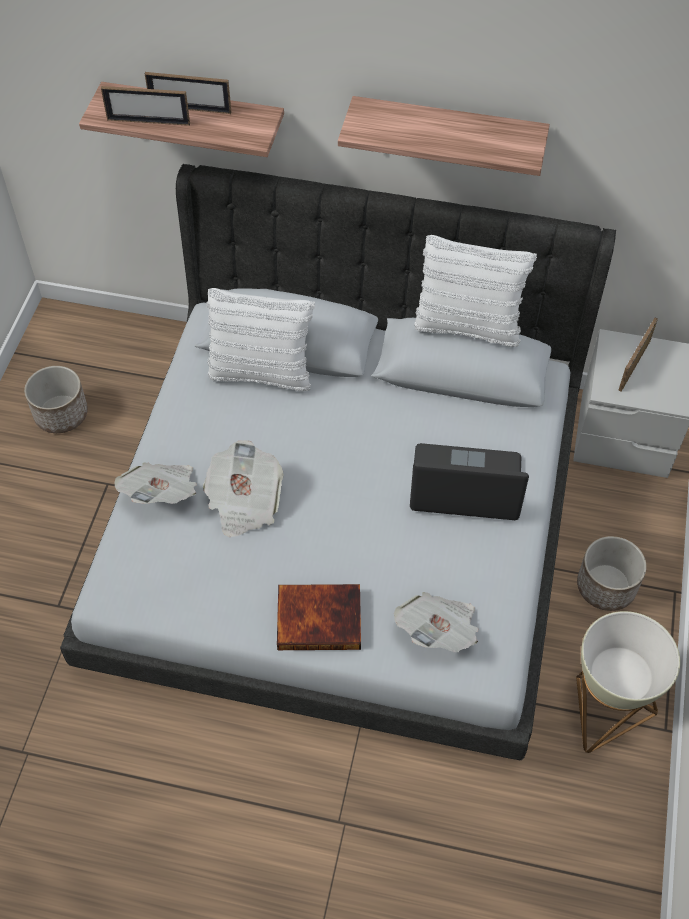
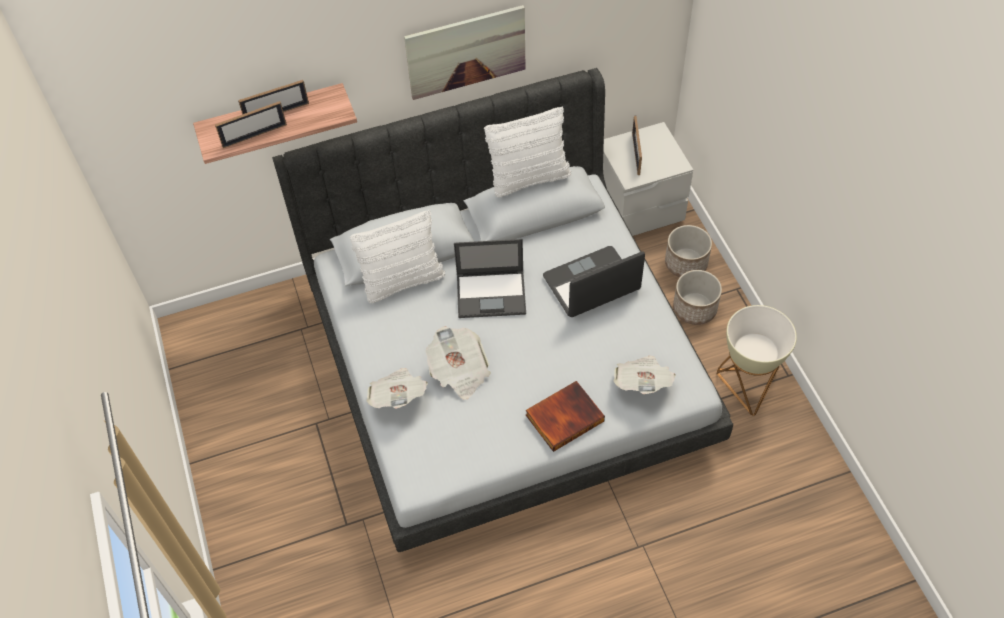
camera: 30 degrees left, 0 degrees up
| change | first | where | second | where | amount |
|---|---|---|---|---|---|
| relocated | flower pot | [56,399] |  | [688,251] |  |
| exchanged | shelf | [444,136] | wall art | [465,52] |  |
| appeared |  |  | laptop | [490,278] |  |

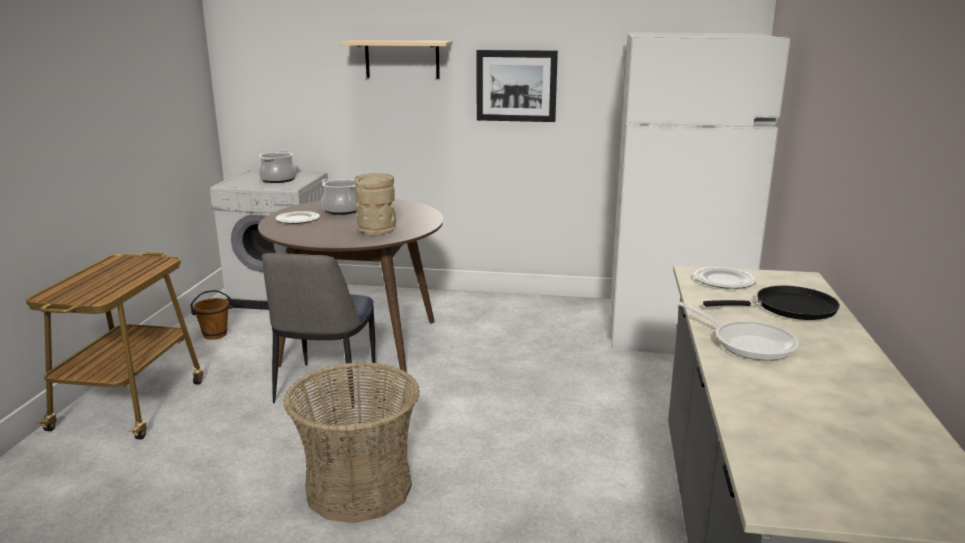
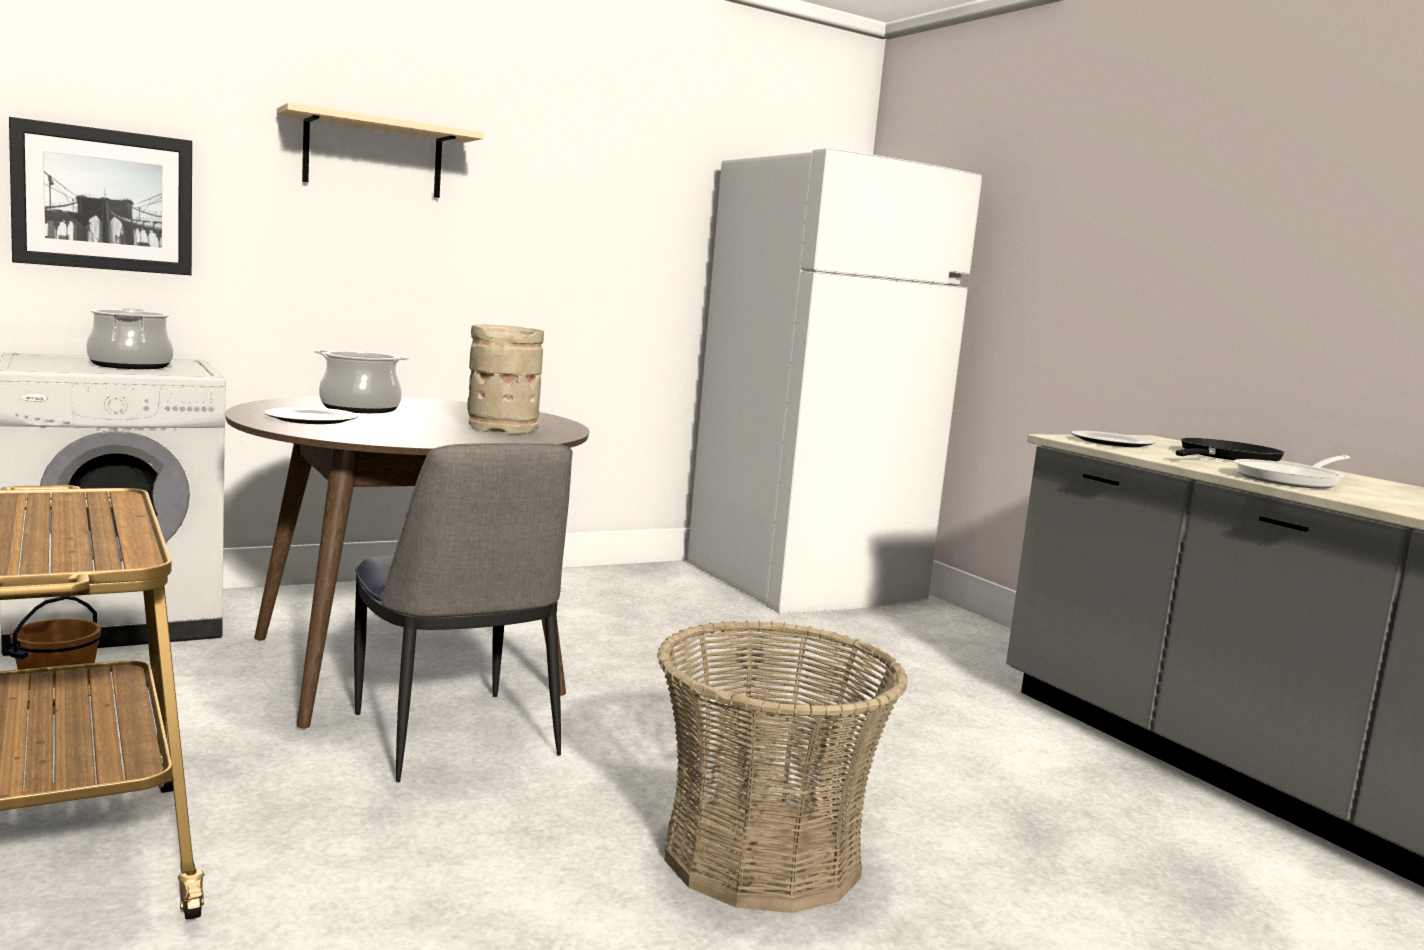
camera: 40 degrees left, 10 degrees down
| change | first | where | second | where | amount |
|---|---|---|---|---|---|
| relocated | wall art | [517,86] |  | [100,196] |  |
| spun | pan | [738,331] |  | [1292,472] | 135 degrees clockwise |

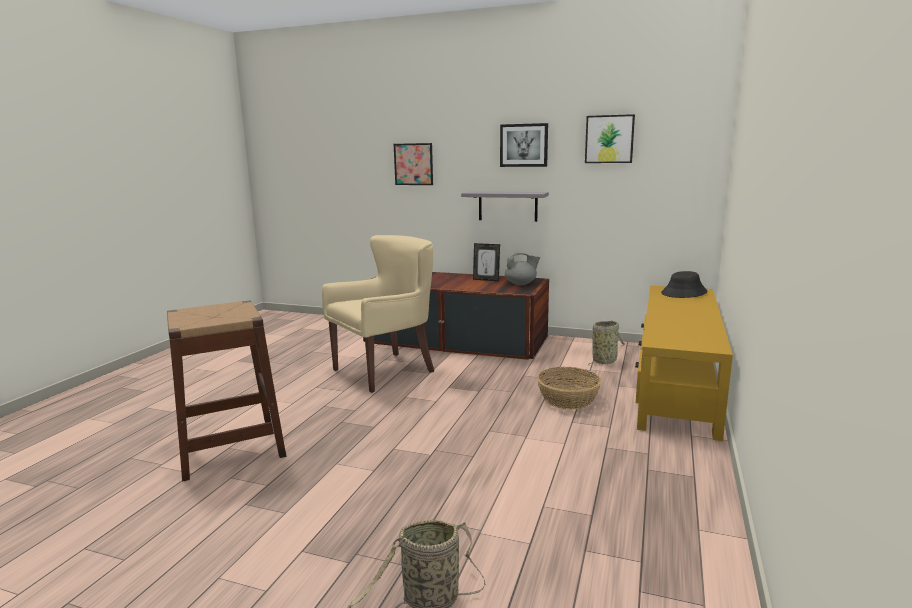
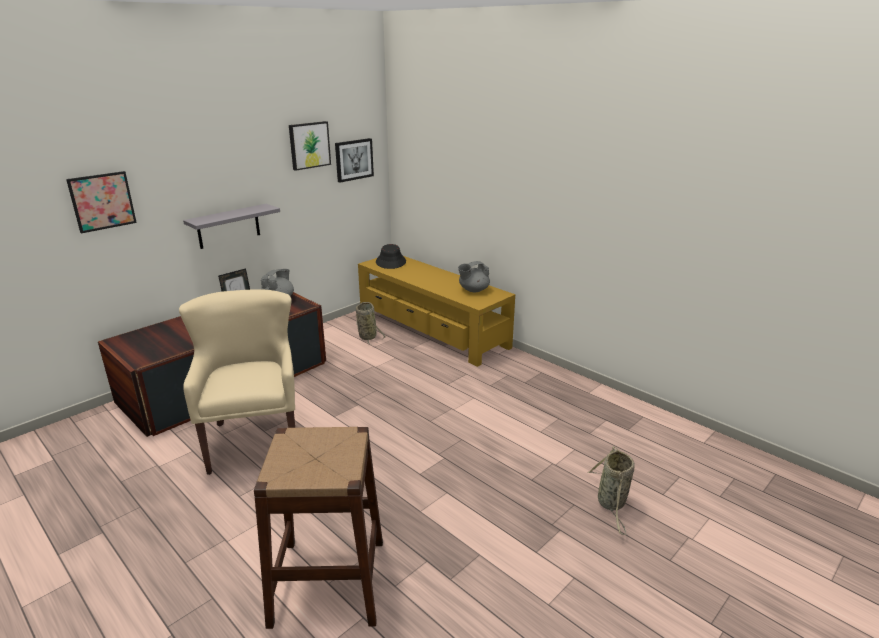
camera: 65 degrees left, 10 degrees up
| change | first | where | second | where | amount |
|---|---|---|---|---|---|
| relocated | wall art | [524,145] |  | [354,160] |  |
| missing | household basket | [569,388] |  |  |  |
| appeared |  |  | grey tea pot | [474,276] |  |

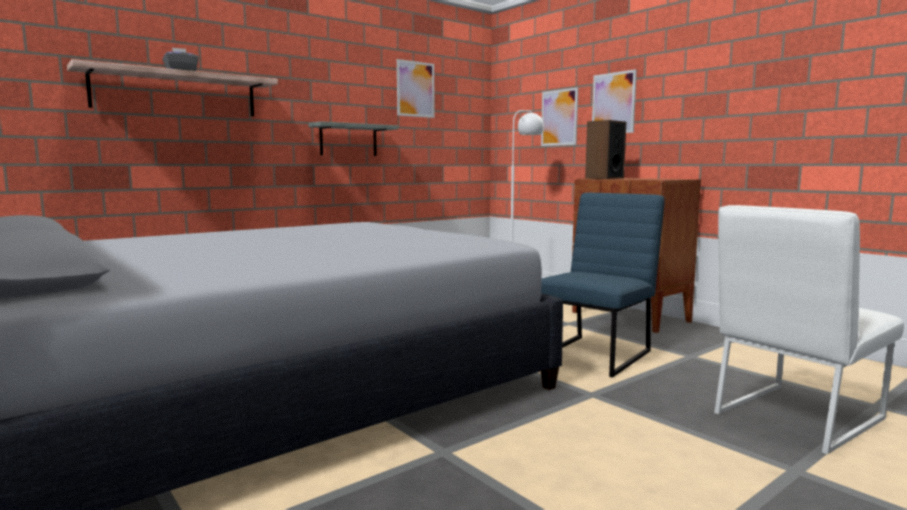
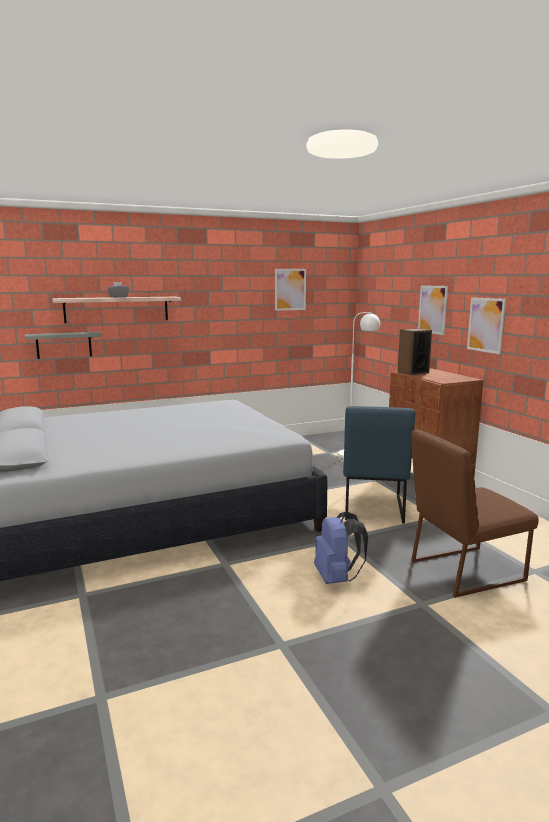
camera: 15 degrees right, 5 degrees up
| change | first | where | second | where | amount |
|---|---|---|---|---|---|
| relocated | grey shelf | [353,138] |  | [63,345] |  |
| relocated | wall art | [559,116] |  | [486,325] |  |
| spun | blue-coloured plain chair | [603,285] |  | [379,464] | 135 degrees clockwise |
| colour | whitish plain chair | [809,329] | brown plain chair | [475,514] |  |
| appeared |  |  | blue-coloured knapsack | [341,547] |  |

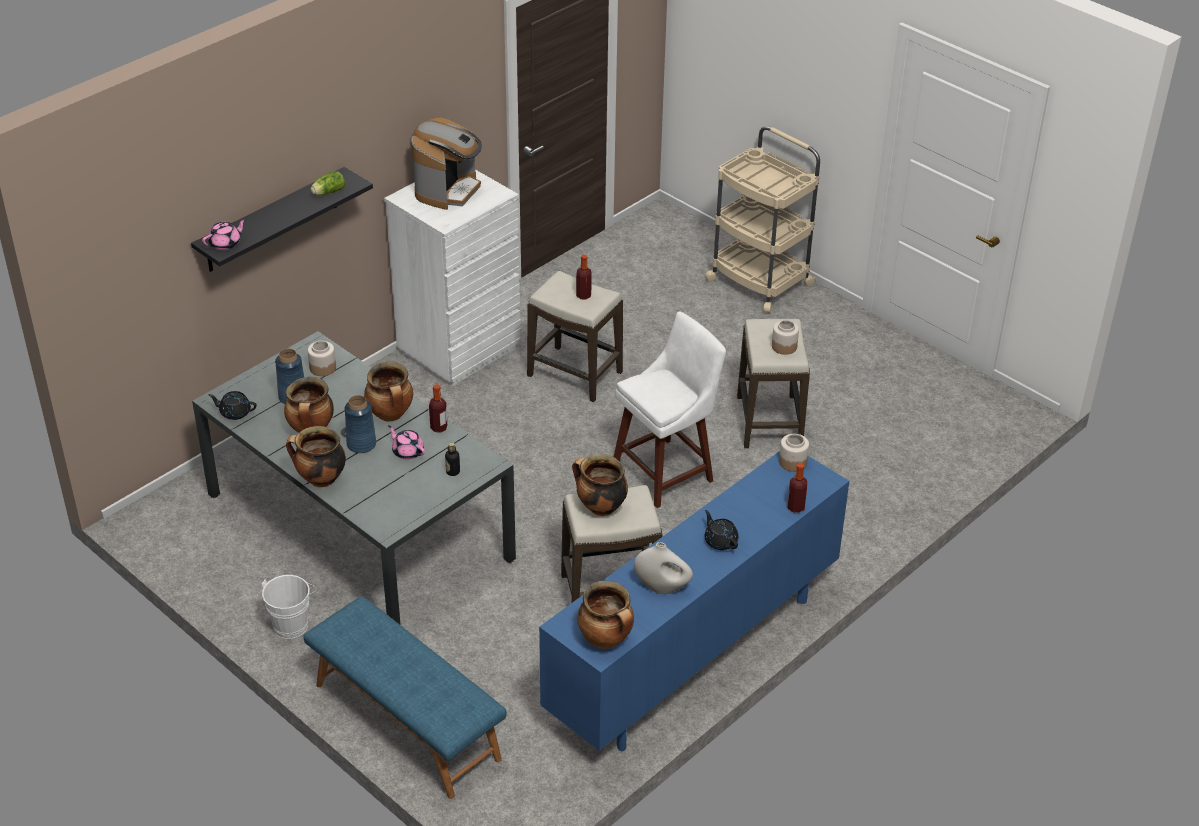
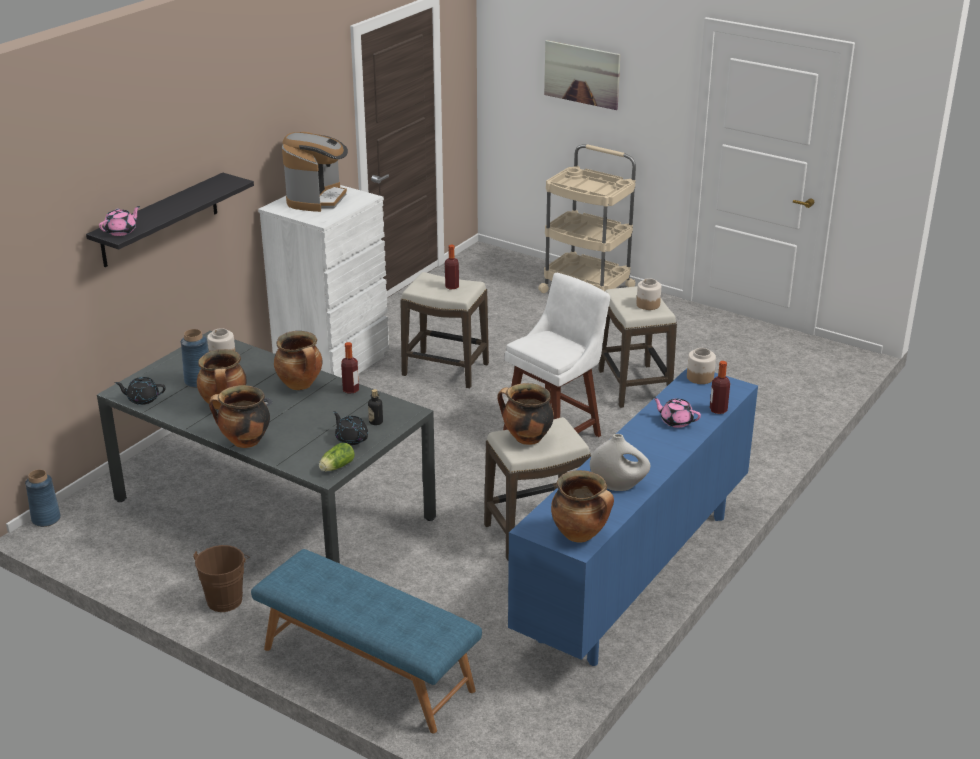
camera: 10 degrees left, 10 degrees down
| change | first | where | second | where | amount |
|---|---|---|---|---|---|
| colour | whitish water bucket | [289,607] | brown water bucket | [221,578] |  |
| relocated | head of lettuce | [327,183] |  | [337,457] |  |
| relocated | blue-coloured decorative vase | [360,424] |  | [43,498] |  |
| relocated | pinkish tea pot | [406,442] |  | [676,412] |  |
| relocated | black-coloured tea pot | [722,530] |  | [350,428] |  |
| appeared |  |  | wall art | [582,75] |  |

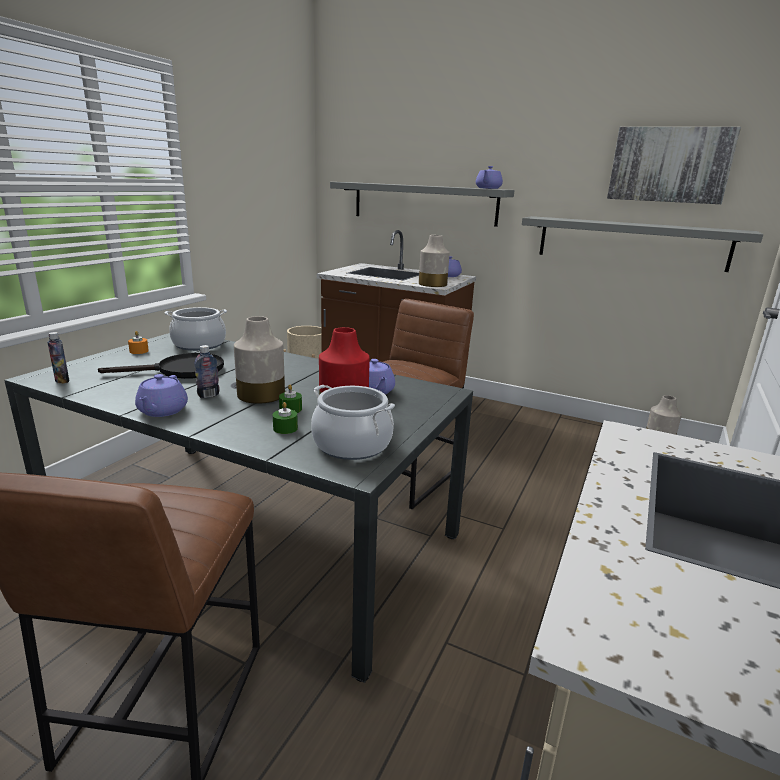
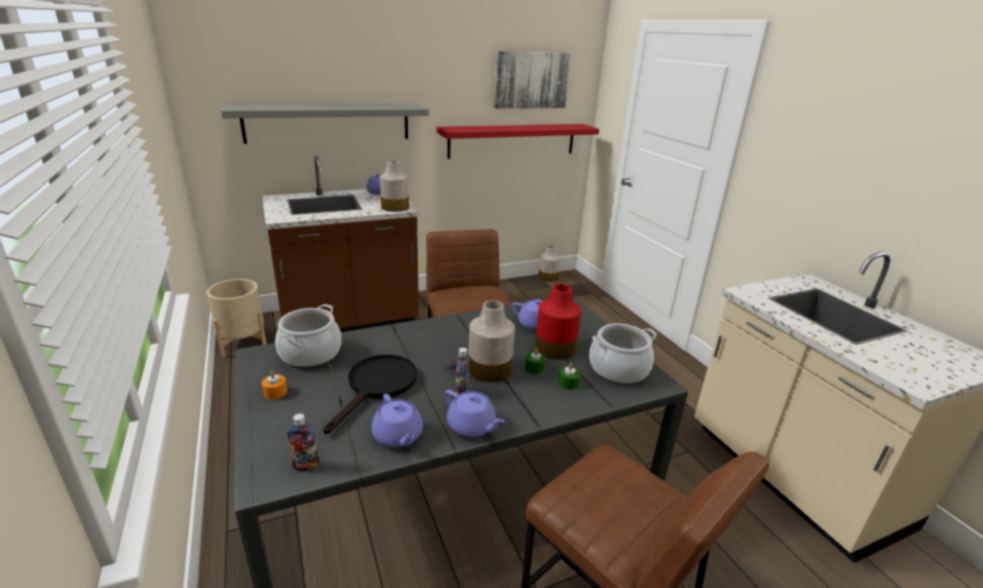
camera: 50 degrees left, 5 degrees up
| change | first | where | second | where | amount |
|---|---|---|---|---|---|
| relocated | purple-coloured tea pot | [489,177] |  | [397,420] |  |
| colour | grey shelf | [642,244] | red-coloured shelf | [517,141] |  |

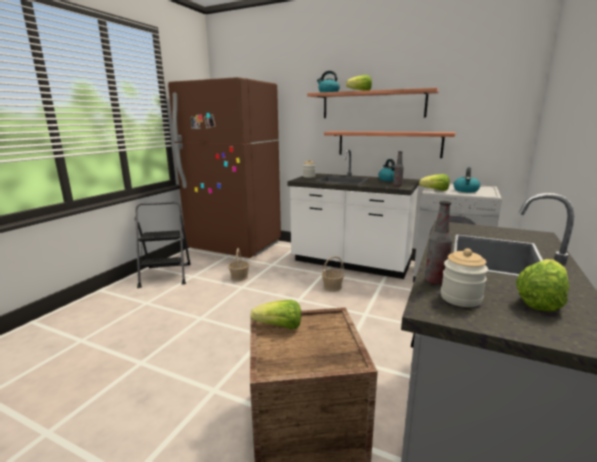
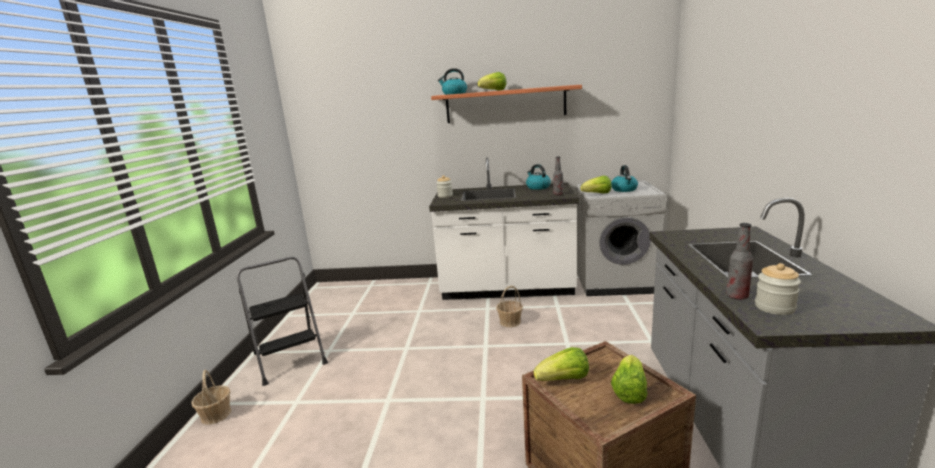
camera: 20 degrees left, 0 degrees up
| change | first | where | second | where | amount |
|---|---|---|---|---|---|
| missing | brown kitchen fridge | [224,167] |  |  |  |
| relocated | household basket | [239,264] |  | [211,397] |  |
| missing | shelf | [390,144] |  |  |  |
| relocated | head of lettuce | [542,285] |  | [629,379] |  |

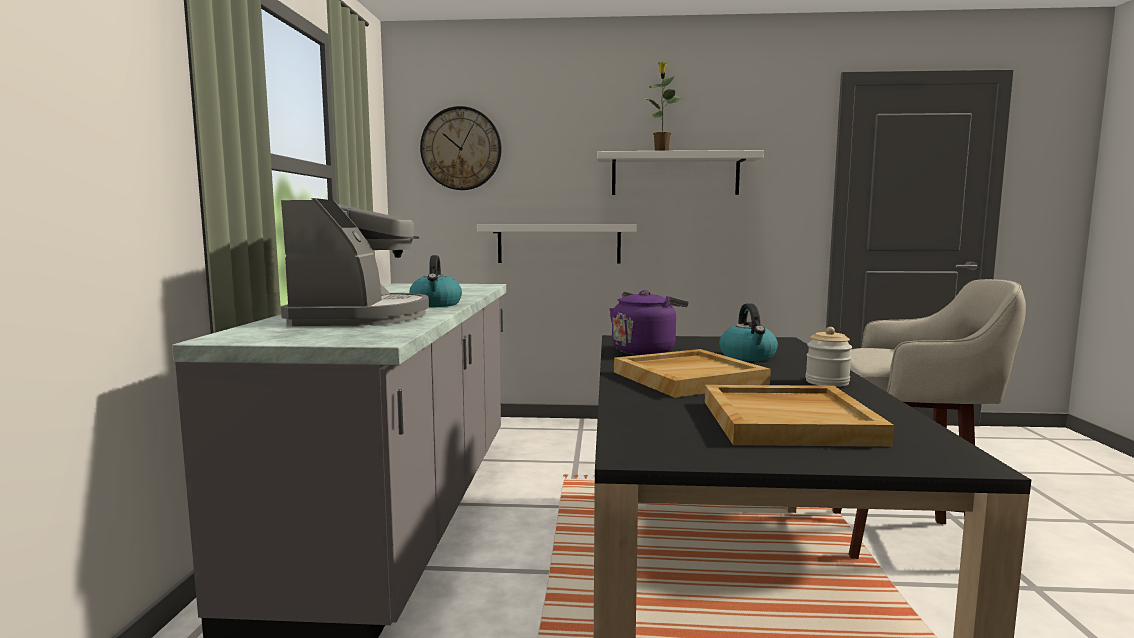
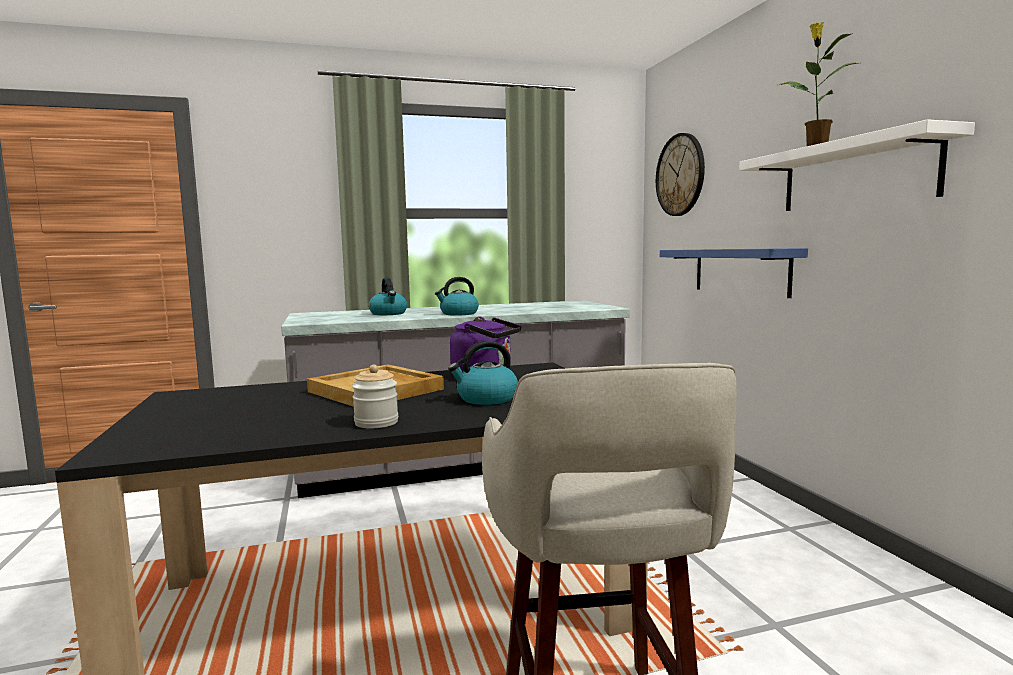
camera: 70 degrees right, 0 degrees up
| change | first | where | second | where | amount |
|---|---|---|---|---|---|
| exchanged | coffee maker | [355,262] | kettle | [388,296] |  |
| colour | whitish shelf | [557,243] | blue-coloured shelf | [734,273] |  |
| missing | sand-coloured serving tray | [799,416] |  |  |  |

